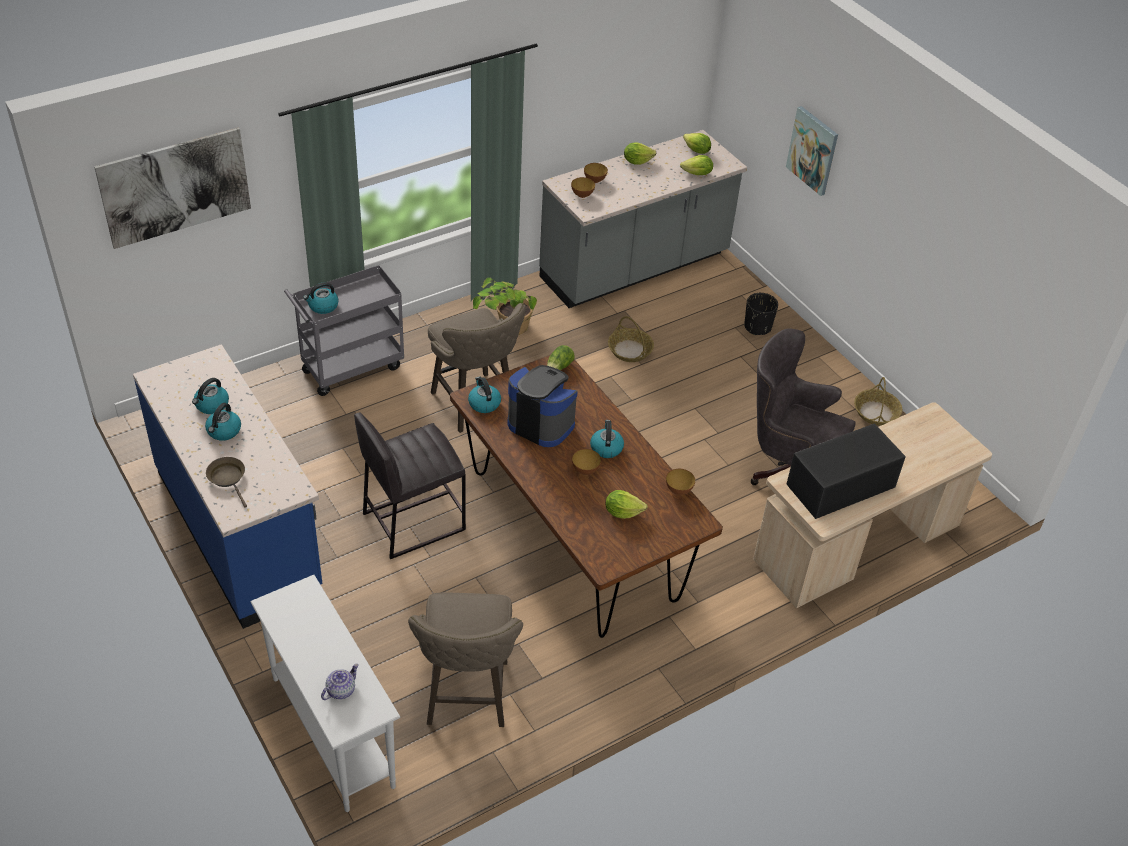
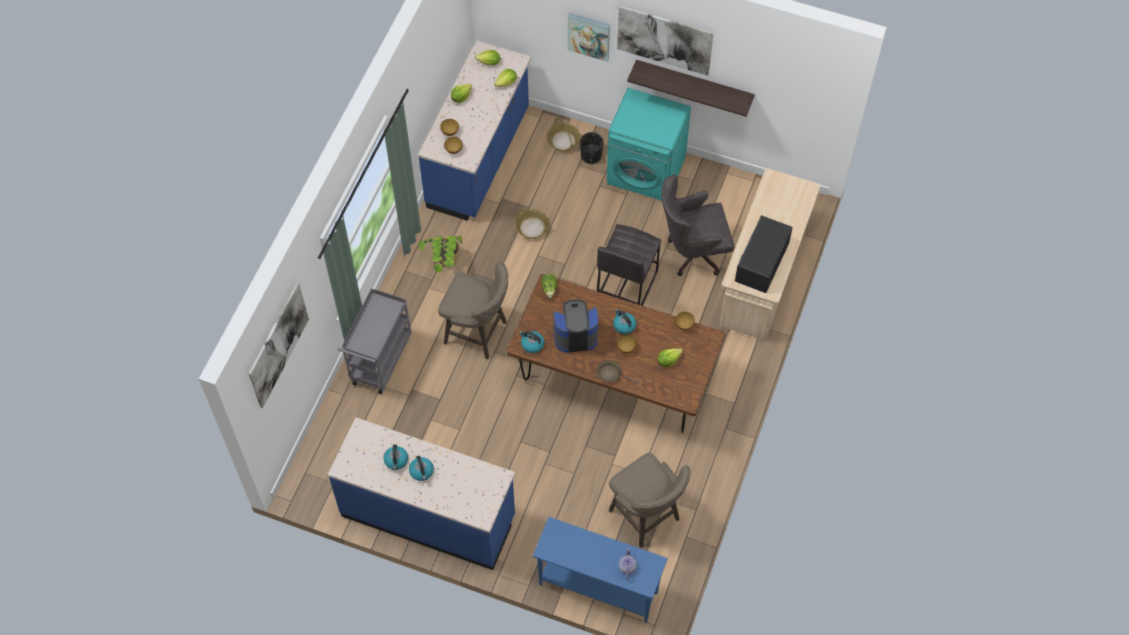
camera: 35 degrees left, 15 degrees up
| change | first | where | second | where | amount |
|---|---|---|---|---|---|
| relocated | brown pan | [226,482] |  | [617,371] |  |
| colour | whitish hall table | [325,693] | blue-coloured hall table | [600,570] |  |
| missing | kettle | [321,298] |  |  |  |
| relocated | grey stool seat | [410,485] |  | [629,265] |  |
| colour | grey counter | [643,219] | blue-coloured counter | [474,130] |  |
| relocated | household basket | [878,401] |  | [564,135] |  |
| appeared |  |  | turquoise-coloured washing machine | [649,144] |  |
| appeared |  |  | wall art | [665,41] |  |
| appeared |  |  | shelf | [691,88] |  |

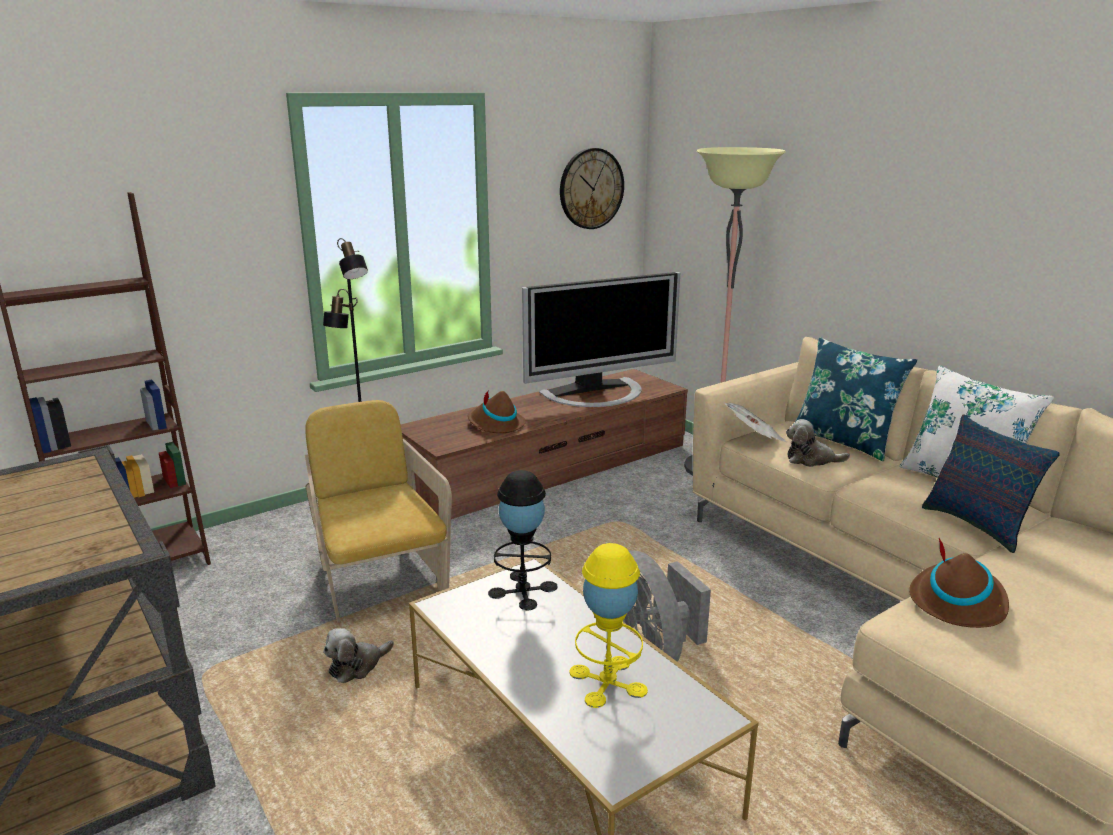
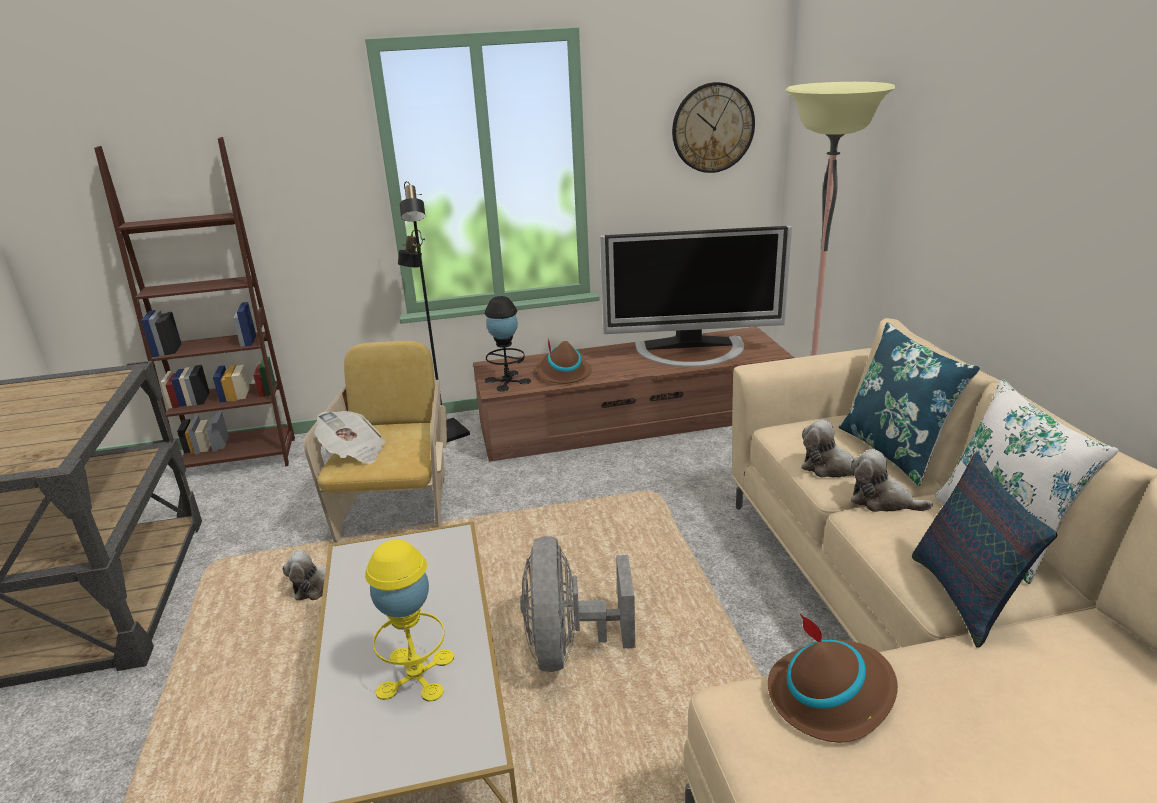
camera: 25 degrees right, 5 degrees up
| change | first | where | second | where | amount |
|---|---|---|---|---|---|
| relocated | black-coloured lamp for a table | [523,540] |  | [508,343] |  |
| relocated | newspaper | [755,422] |  | [350,437] |  |
| appeared |  |  | cuddly toy | [892,480] |  |

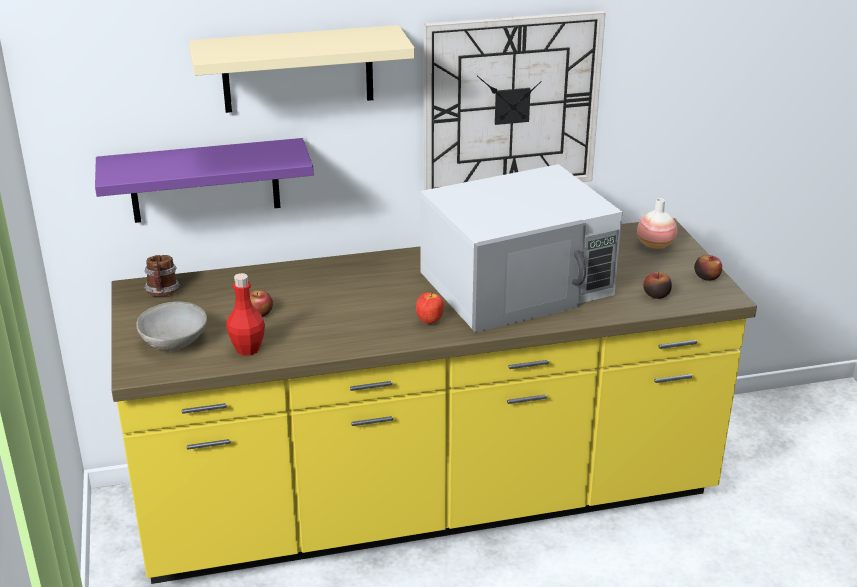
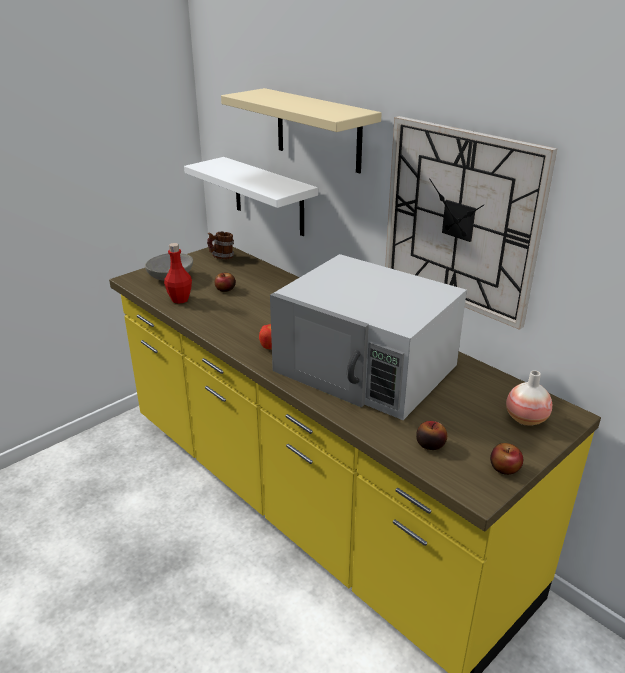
camera: 60 degrees right, 0 degrees up
| change | first | where | second | where | amount |
|---|---|---|---|---|---|
| colour | purple-coloured shelf | [204,180] | whitish shelf | [251,196] |  |

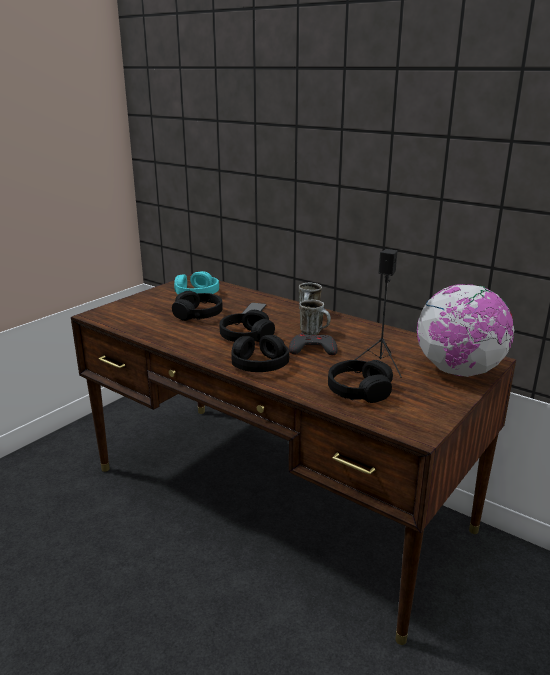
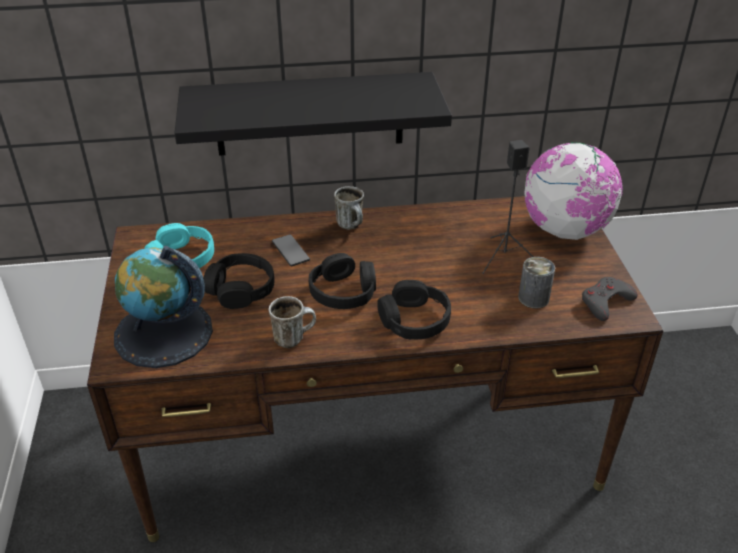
camera: 45 degrees left, 15 degrees up
| change | first | where | second | where | amount |
|---|---|---|---|---|---|
| relocated | grey gamepad | [313,344] |  | [610,299] |  |
| relocated | tea mug | [315,317] |  | [292,322] |  |
| exchanged | black-coloured headset | [360,381] | sealed can | [536,283] |  |
| appeared |  |  | globe | [163,307] |  |
| appeared |  |  | black-coloured shelf | [313,114] |  |

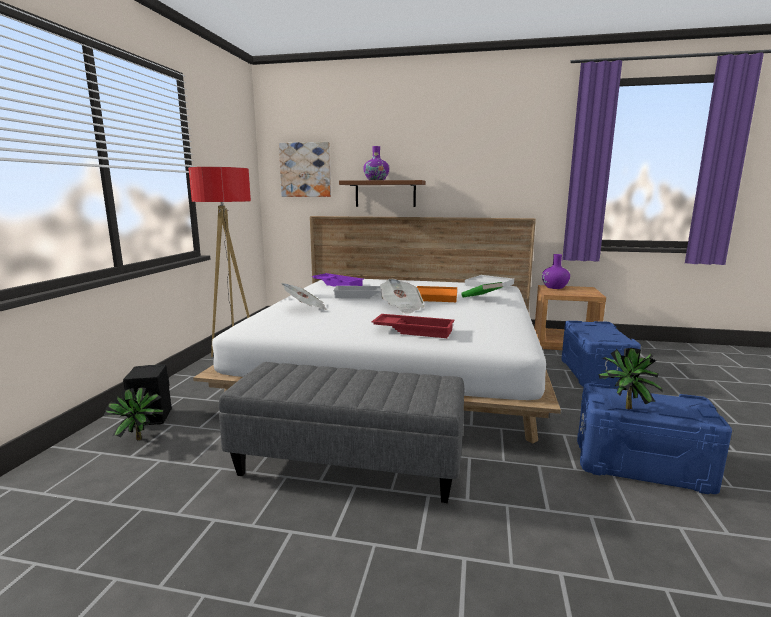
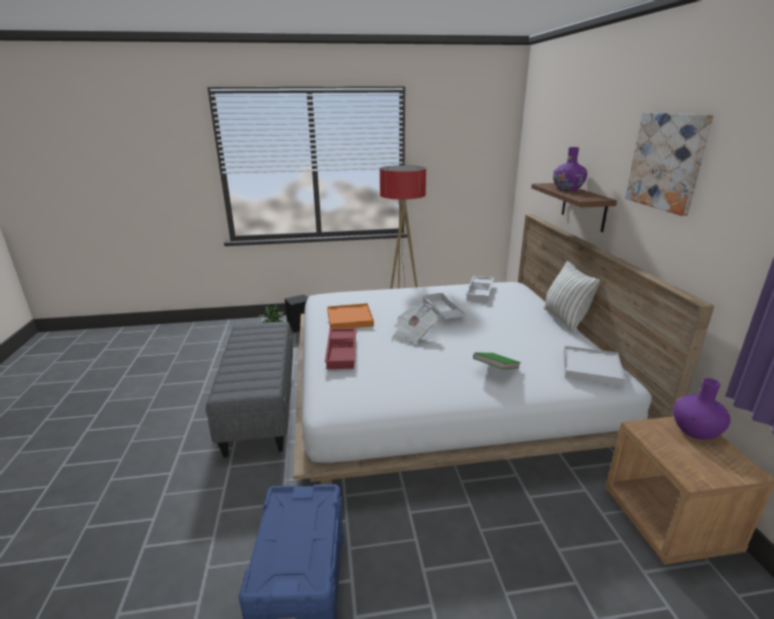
camera: 70 degrees right, 10 degrees up
| change | first | where | second | where | amount |
|---|---|---|---|---|---|
| relocated | wall art | [305,169] |  | [669,164] |  |
| missing | newspaper | [304,296] |  |  |  |
| colour | purple-coloured serving tray | [337,280] | whitish serving tray | [480,289] |  |
| relocated | orange serving tray | [437,294] |  | [350,316] |  |
| missing | blue-coloured storage container | [601,355] |  |  |  |
| missing | potted plant | [631,378] |  |  |  |
| appeared |  |  | throw pillow | [572,297] |  |

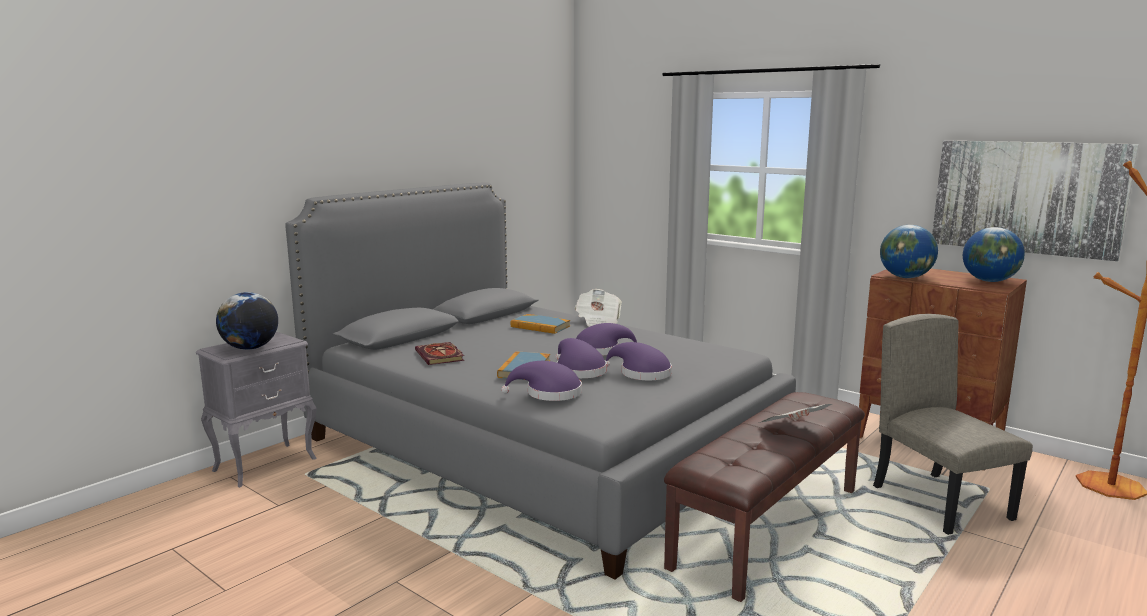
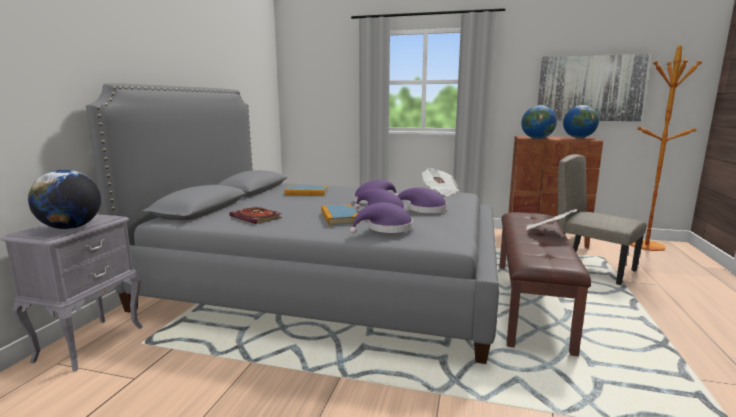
camera: 25 degrees left, 0 degrees up
| change | first | where | second | where | amount |
|---|---|---|---|---|---|
| relocated | newspaper | [598,308] |  | [441,182] |  |

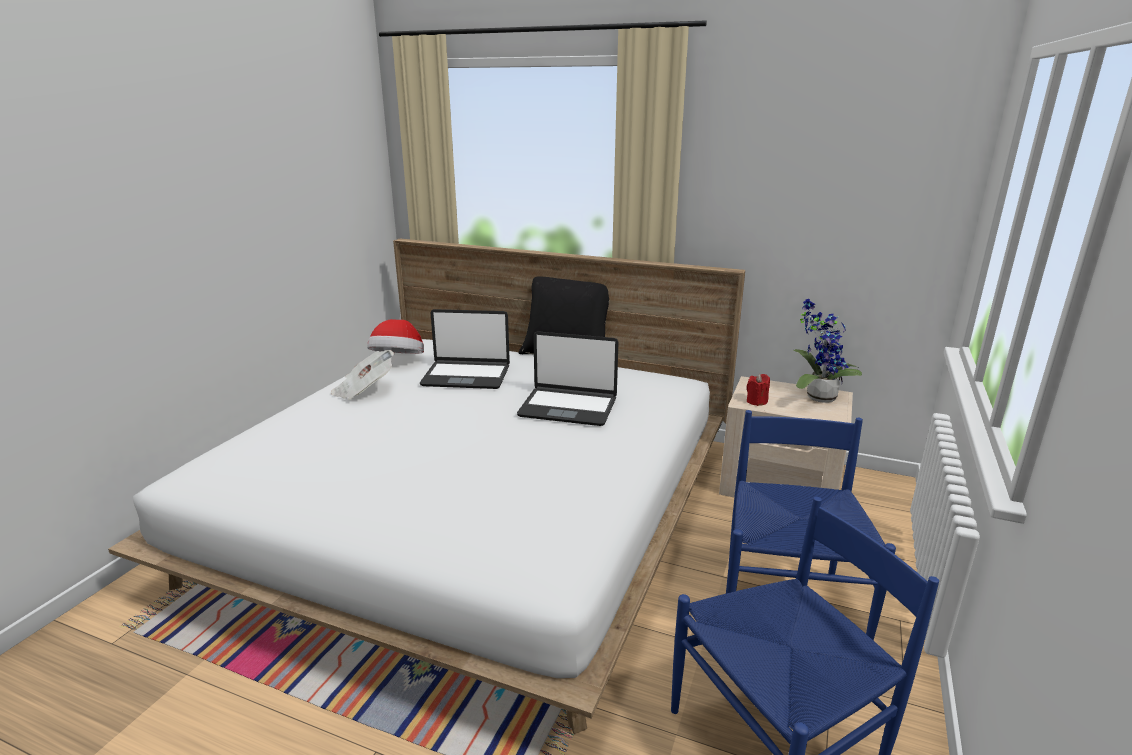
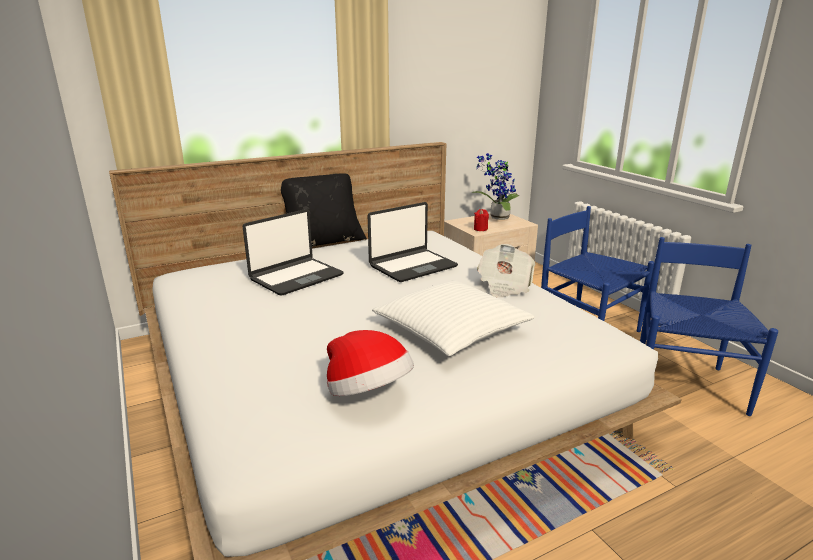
camera: 50 degrees left, 0 degrees up
| change | first | where | second | where | amount |
|---|---|---|---|---|---|
| relocated | newspaper | [362,375] |  | [506,271] |  |
| relocated | clothing hat | [395,336] |  | [370,363] |  |
| appeared |  |  | whitish throw pillow | [453,318] |  |

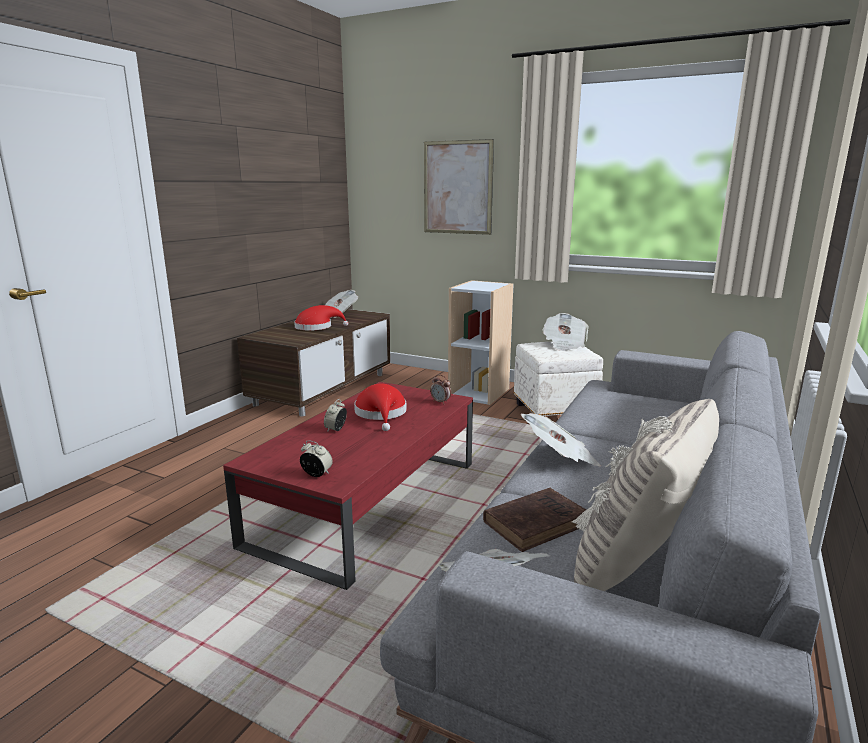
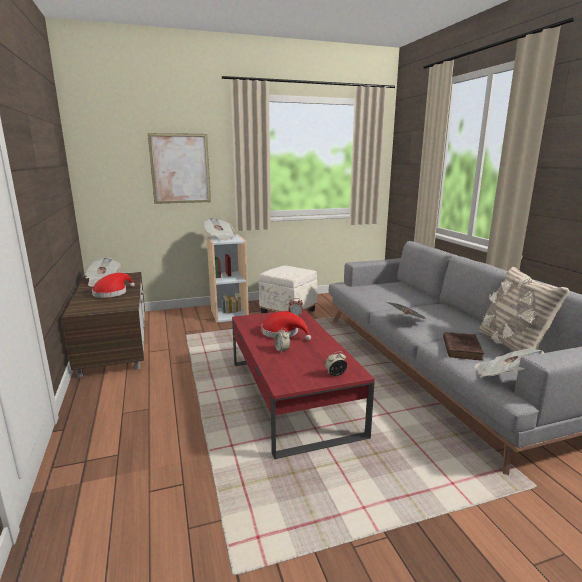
camera: 45 degrees left, 0 degrees up
| change | first | where | second | where | amount |
|---|---|---|---|---|---|
| relocated | newspaper | [565,332] |  | [220,229] |  |

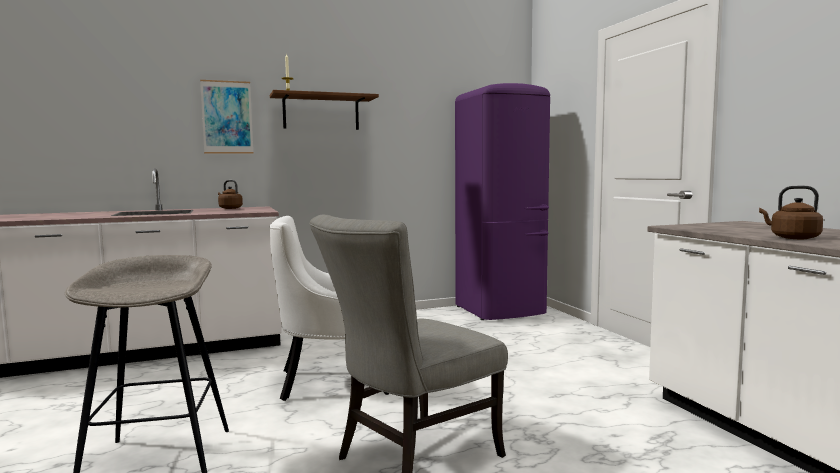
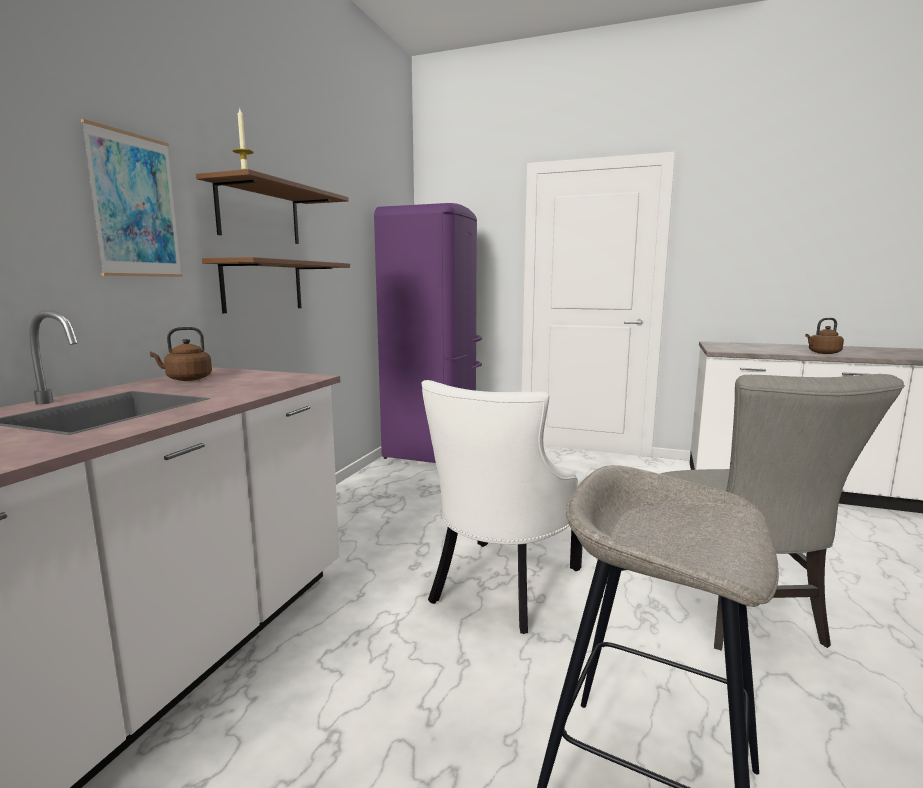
camera: 50 degrees left, 5 degrees up
| change | first | where | second | where | amount |
|---|---|---|---|---|---|
| appeared |  |  | brown shelf | [276,285] |  |

